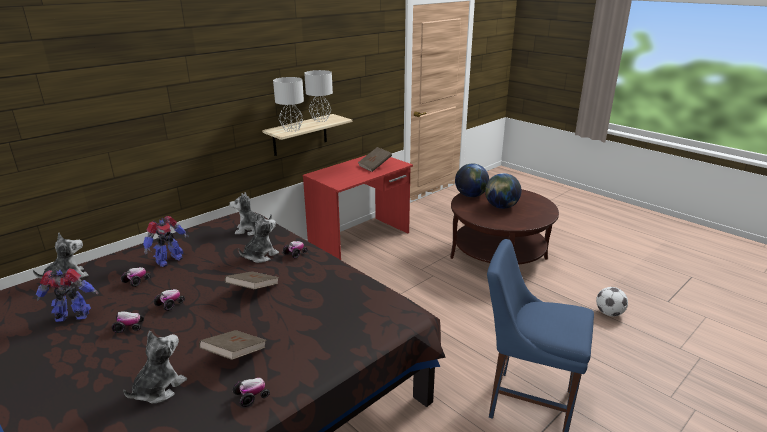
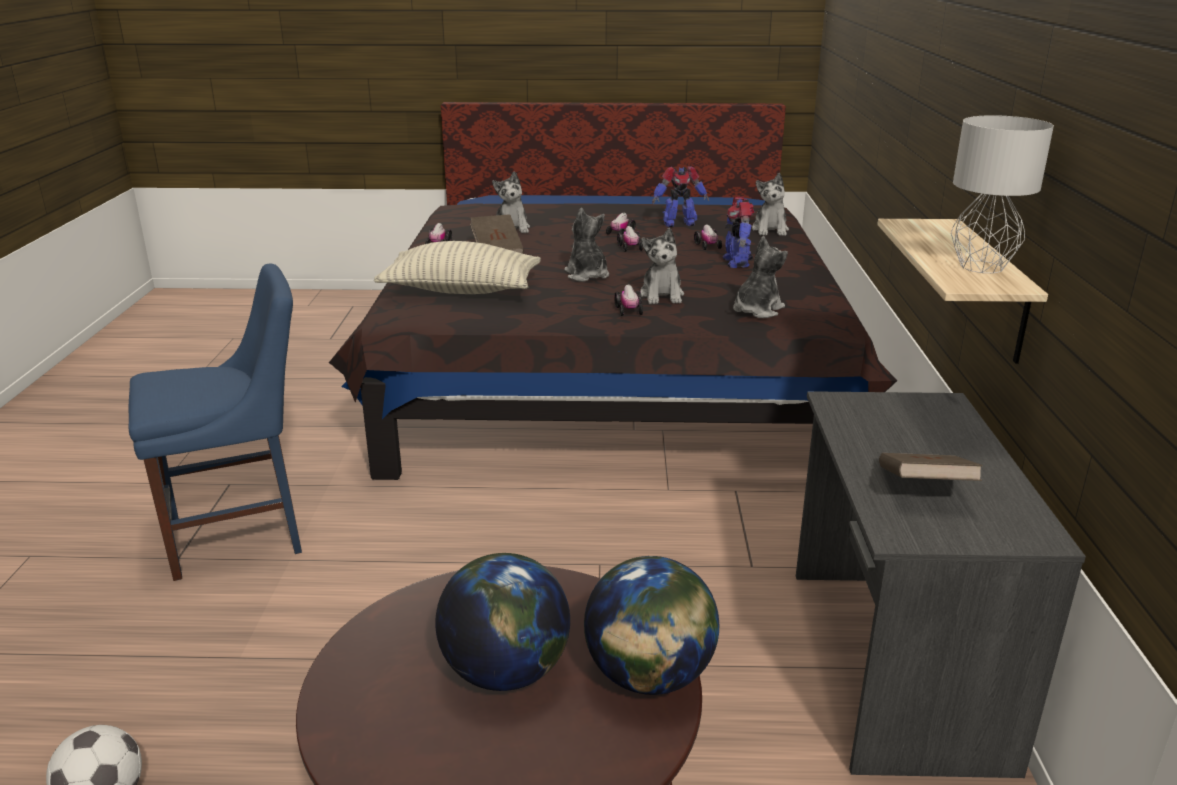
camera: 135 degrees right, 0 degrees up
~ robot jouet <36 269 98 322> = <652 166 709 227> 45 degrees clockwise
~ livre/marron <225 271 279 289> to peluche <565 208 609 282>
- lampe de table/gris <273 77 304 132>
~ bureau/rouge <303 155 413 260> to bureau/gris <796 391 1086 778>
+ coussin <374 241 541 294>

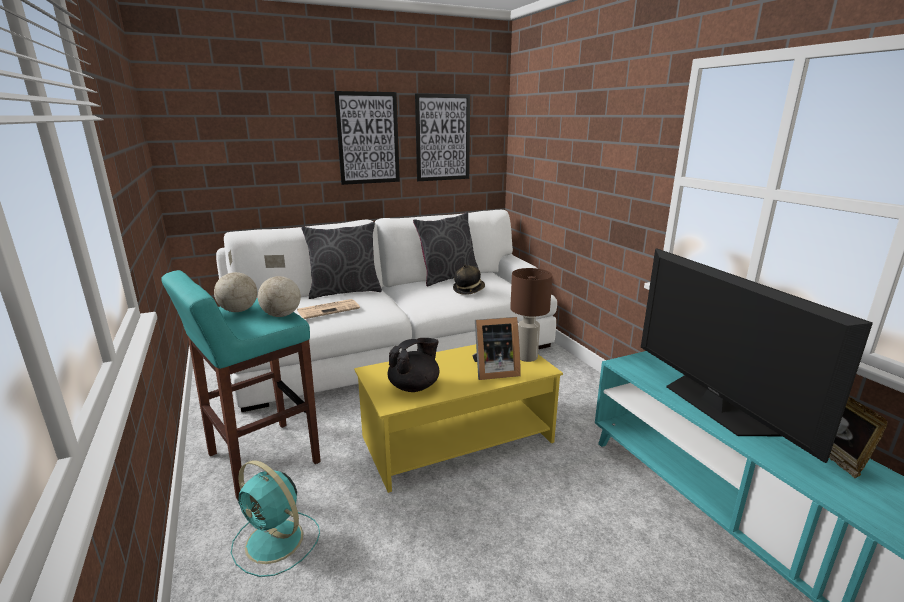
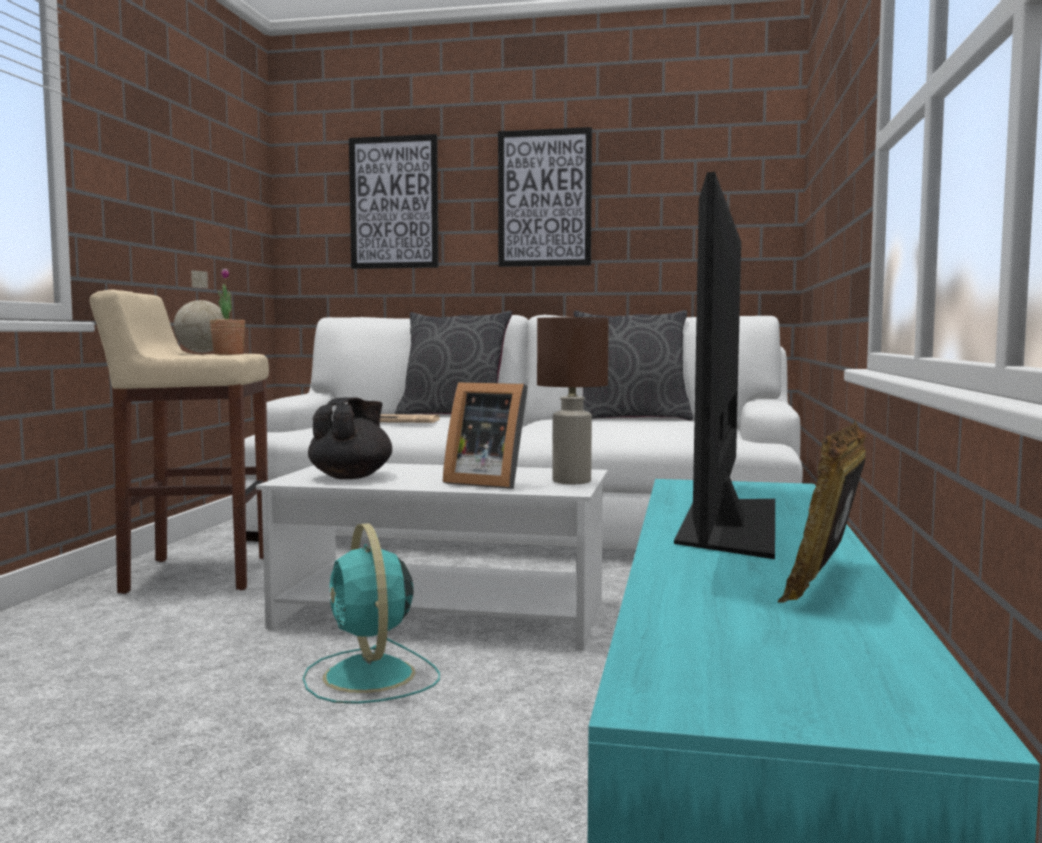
camera: 35 degrees right, 15 degrees down
~ tabouret/turquoise <161 270 321 500> to tabouret/beige <90 290 269 594>
~ ventilateur/turquoise <231 460 320 577> to <303 523 440 704>
~ globe <258 255 301 317> to plante en pot <210 268 245 355>
~ table basse/jaune <354 344 563 493> to table basse/blanc <256 463 608 651>
~ théière/noir <388 338 439 392> = <308 397 392 479> 60 degrees counterclockwise
~ tableau <415 93 470 181> to <349 134 439 269>
- chapeau <453 264 485 295>

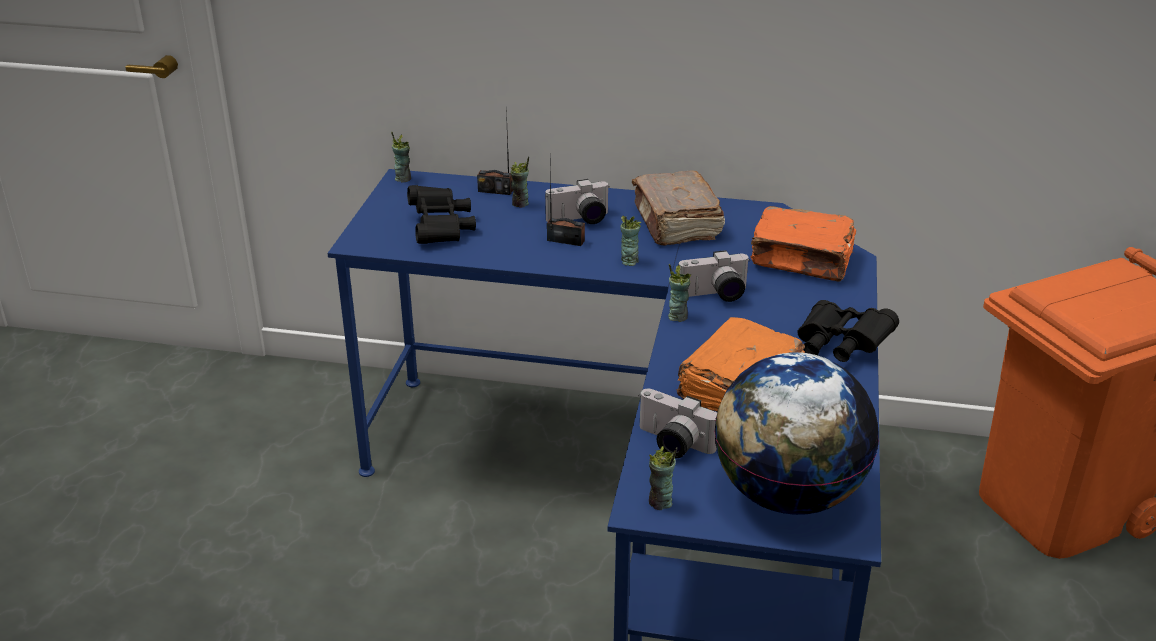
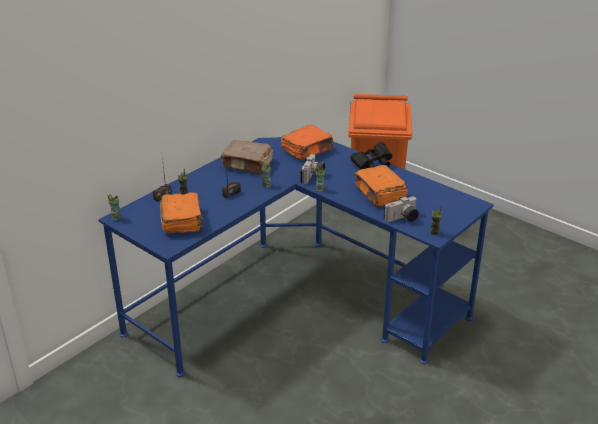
camera: 60 degrees left, 0 degrees up
~ jumelles/noir <407 185 476 244> to livre/orange <160 192 203 234>
- appareil photo <545 179 610 224>
- globe <714 352 879 515>

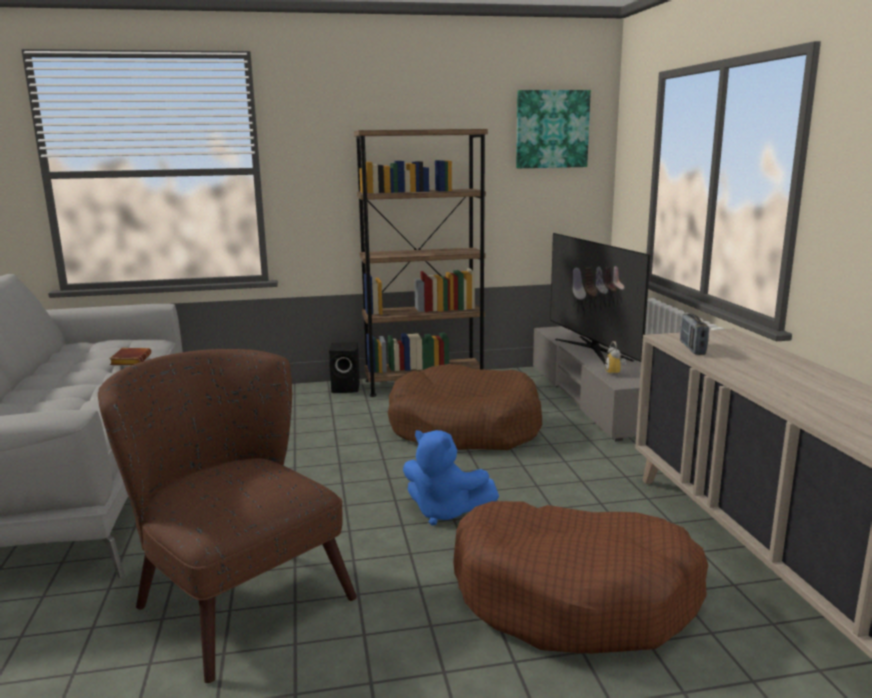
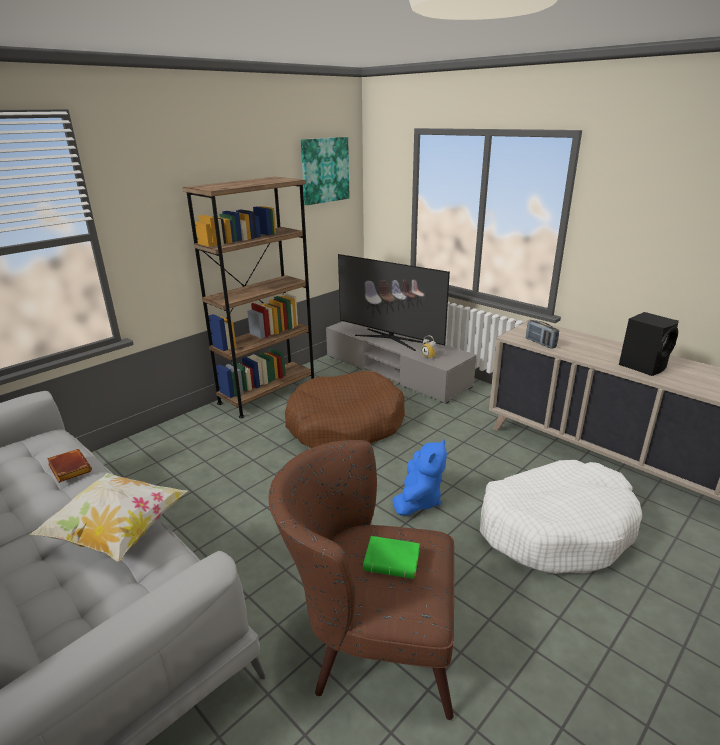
camera: 35 degrees left, 10 degrees up
~ enceinte/noir <329 342 360 393> to <619 312 679 376>
~ peluche/bleu <403 430 499 525> = <393 439 447 516> 60 degrees counterclockwise
~ panier pour chien/marron <453 501 708 654> to panier pour chien/blanc <480 460 642 574>
+ coussin <29 473 188 561>
+ livre/vert <363 536 420 579>

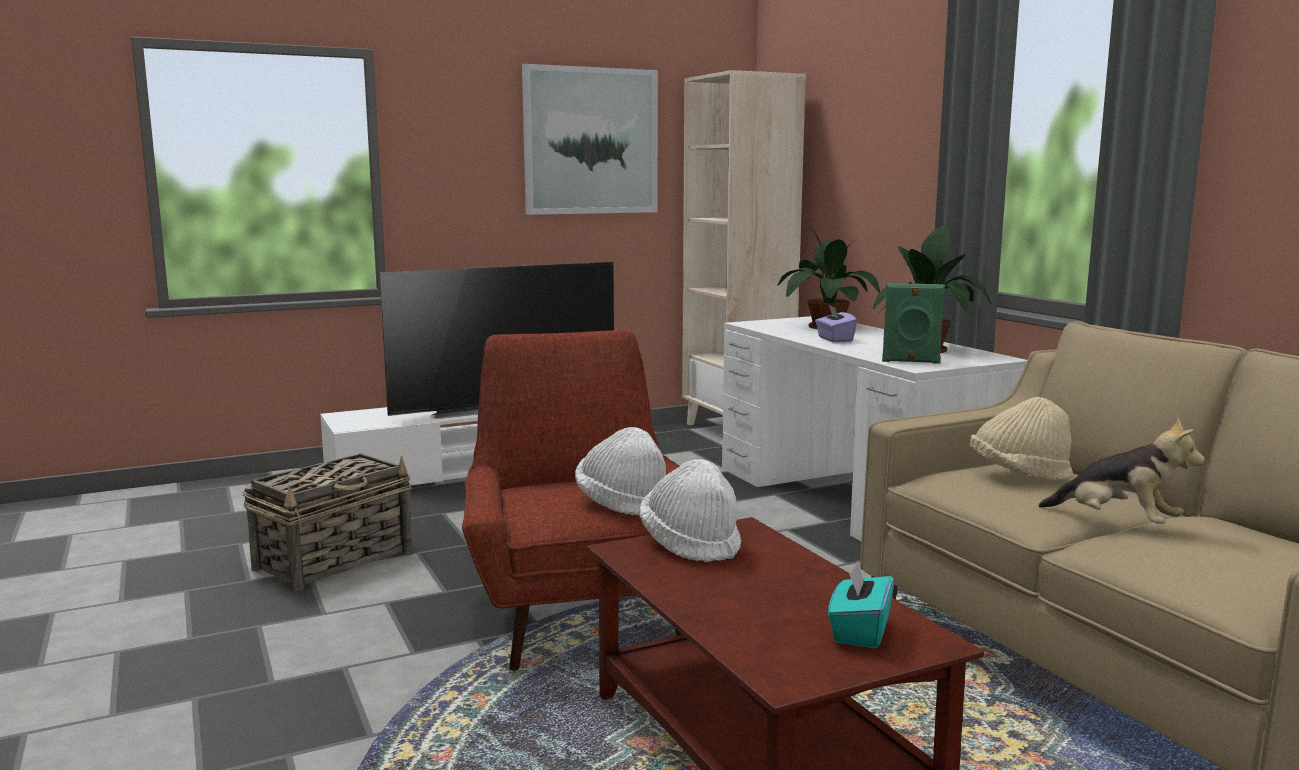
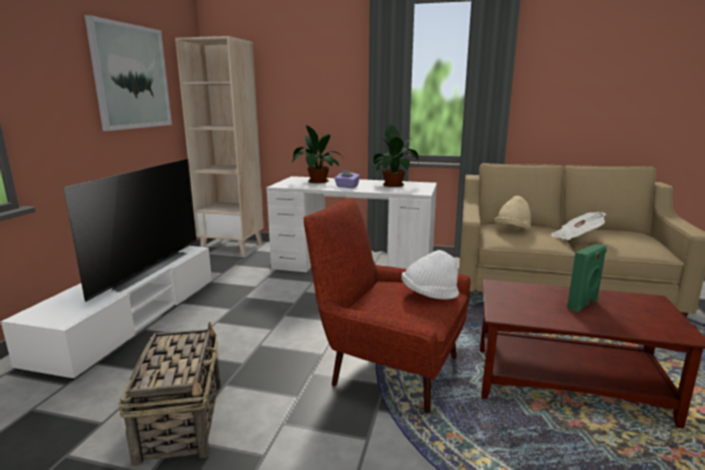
camera: 50 degrees left, 5 degrees up
- chapeau/blanc <639 459 741 562>
- boîte à mouchoirs/turquoise <828 562 894 649>
~ enceinte/vert <882 283 945 364> to <567 244 607 312>
~ peluche <1038 418 1205 524> to journal <551 212 606 240>

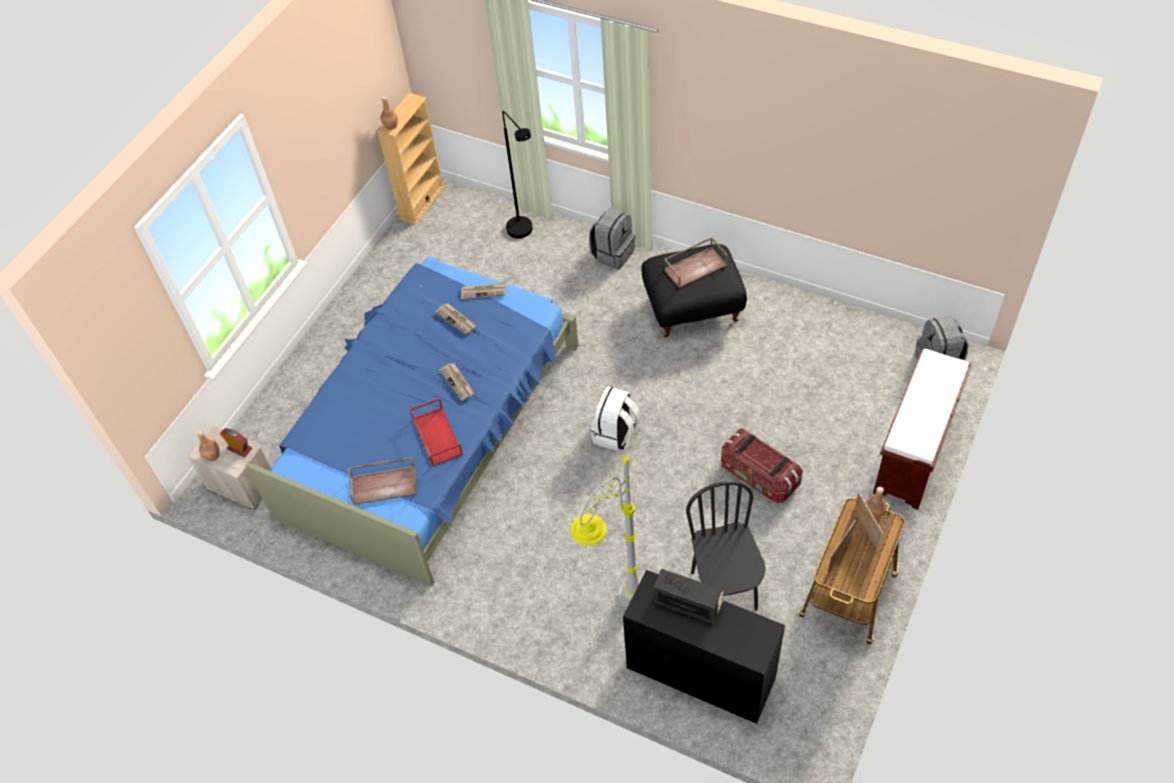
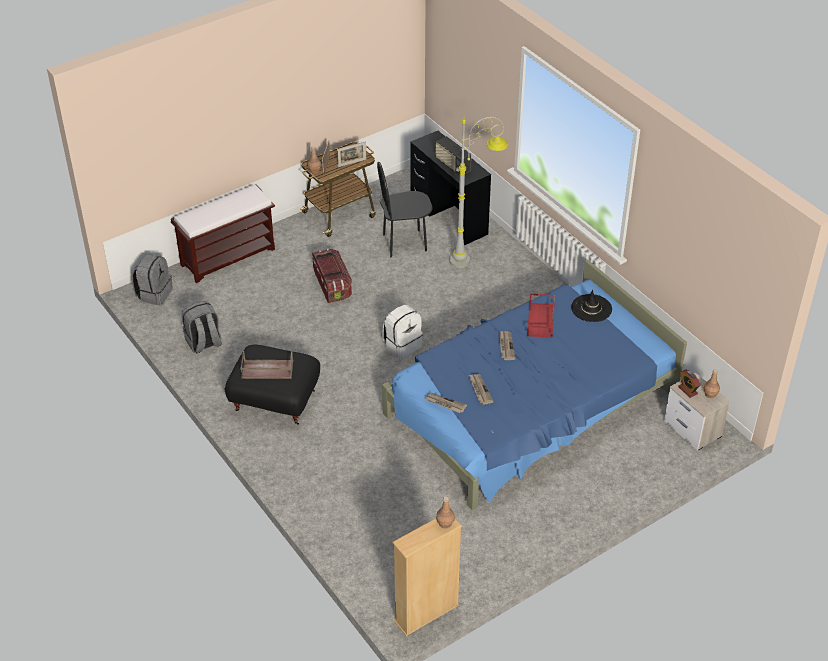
camera: 155 degrees left, 10 degrees down
~ plateau/marron <348 457 418 505> to chapeau/noir <571 290 612 322>
- lampadaire/noir <502 111 533 238>
~ sac à dos/gris <589 208 635 270> to <182 301 222 353>
~ chaise/noir <686 481 765 611> = <377 162 433 257> 60 degrees clockwise

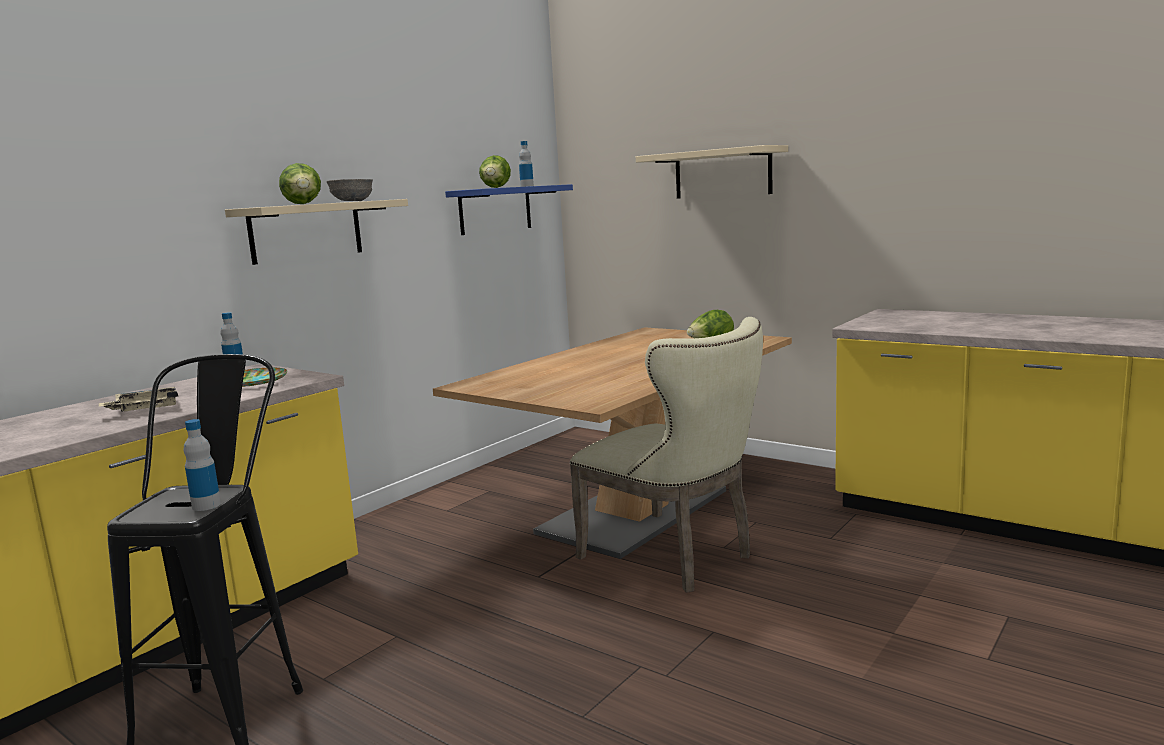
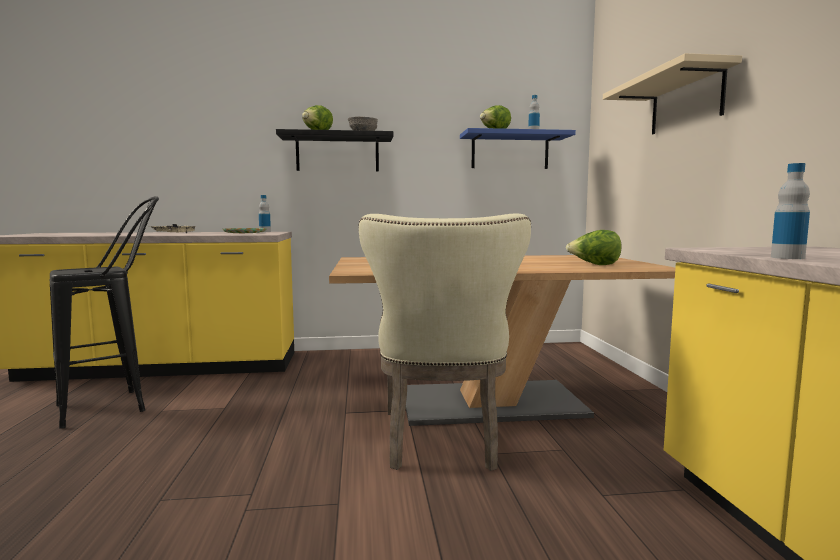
camera: 45 degrees right, 5 degrees down
~ bouteille <184 419 221 511> to <771 163 810 259>
~ étagère/beige <225 199 408 265> to étagère/noir <276 129 394 171>

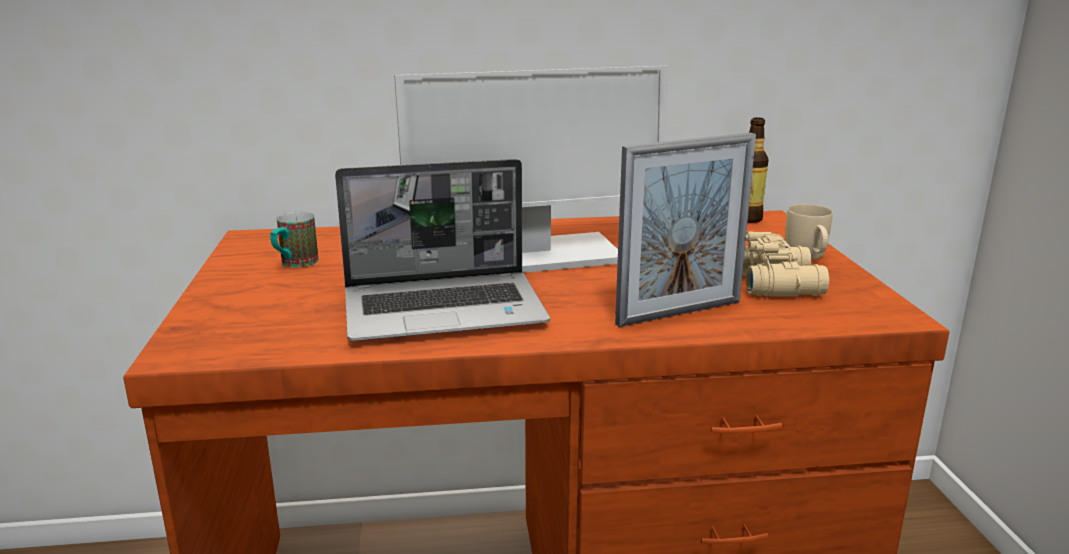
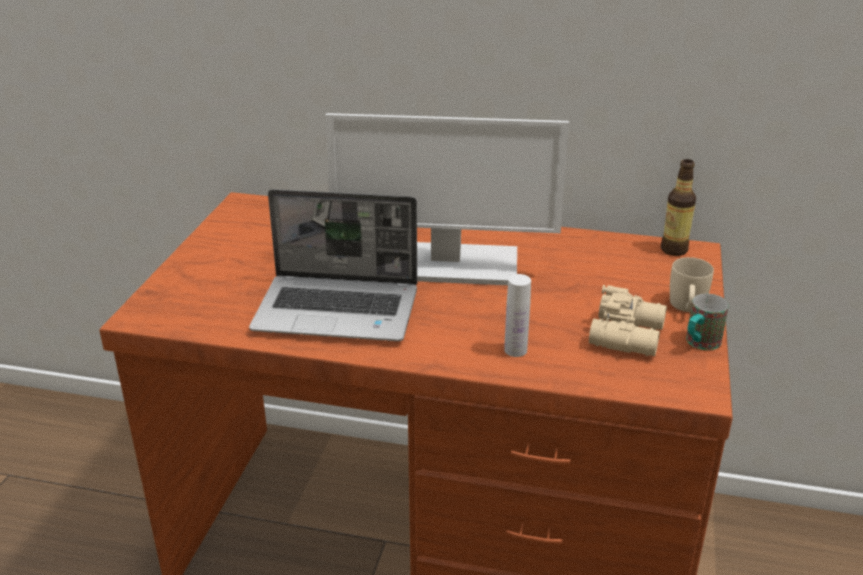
camera: 20 degrees right, 10 degrees up
~ mug <270 212 319 267> to <686 294 729 350>
~ cadre photo <615 133 756 327> to bouteille/blanc <504 274 531 357>

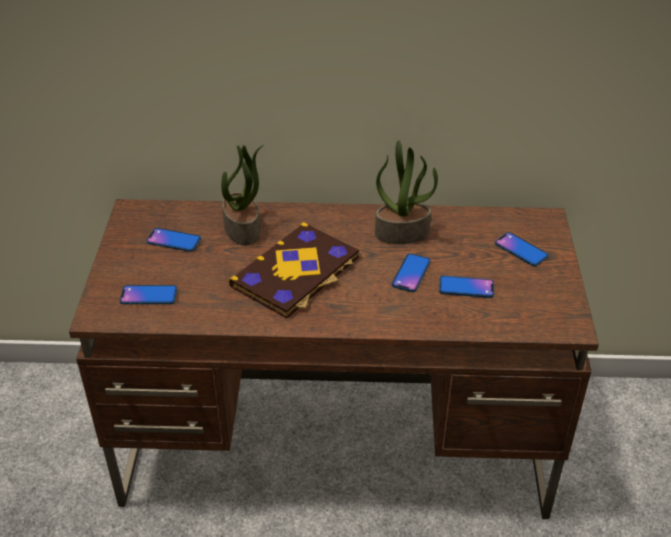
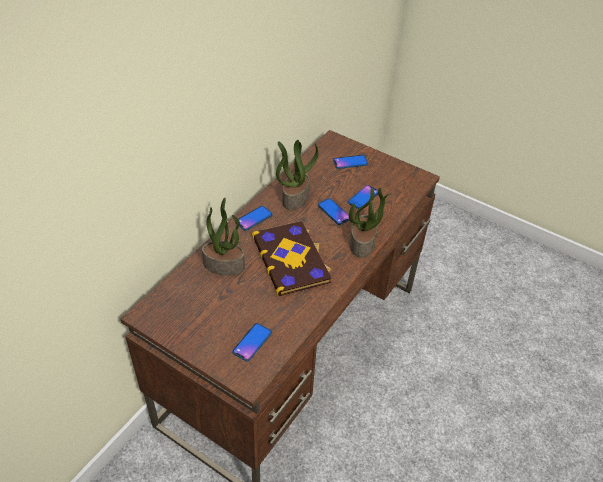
camera: 60 degrees left, 5 degrees up
~ téléphone <146 228 201 252> to <235 206 273 231>
+ plante en pot <349 188 393 258>

